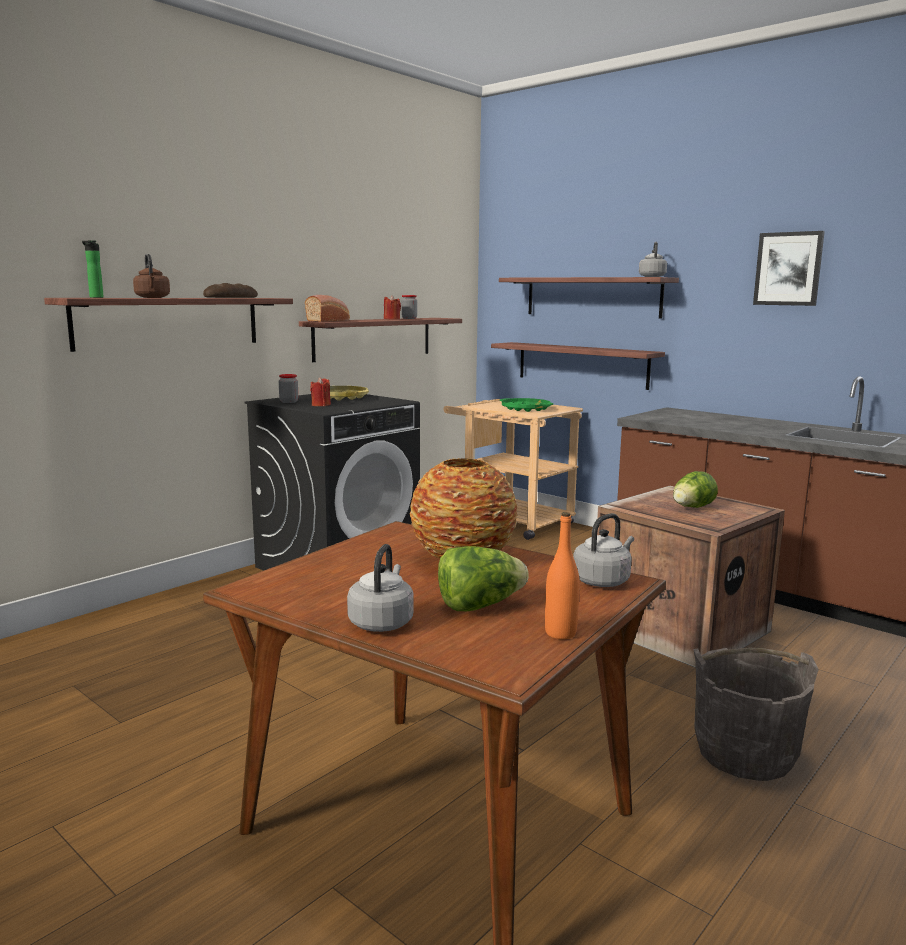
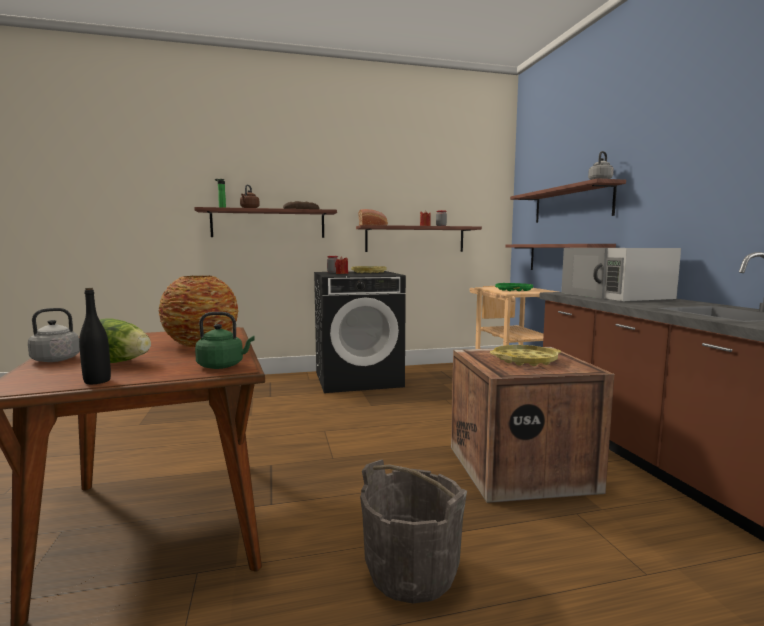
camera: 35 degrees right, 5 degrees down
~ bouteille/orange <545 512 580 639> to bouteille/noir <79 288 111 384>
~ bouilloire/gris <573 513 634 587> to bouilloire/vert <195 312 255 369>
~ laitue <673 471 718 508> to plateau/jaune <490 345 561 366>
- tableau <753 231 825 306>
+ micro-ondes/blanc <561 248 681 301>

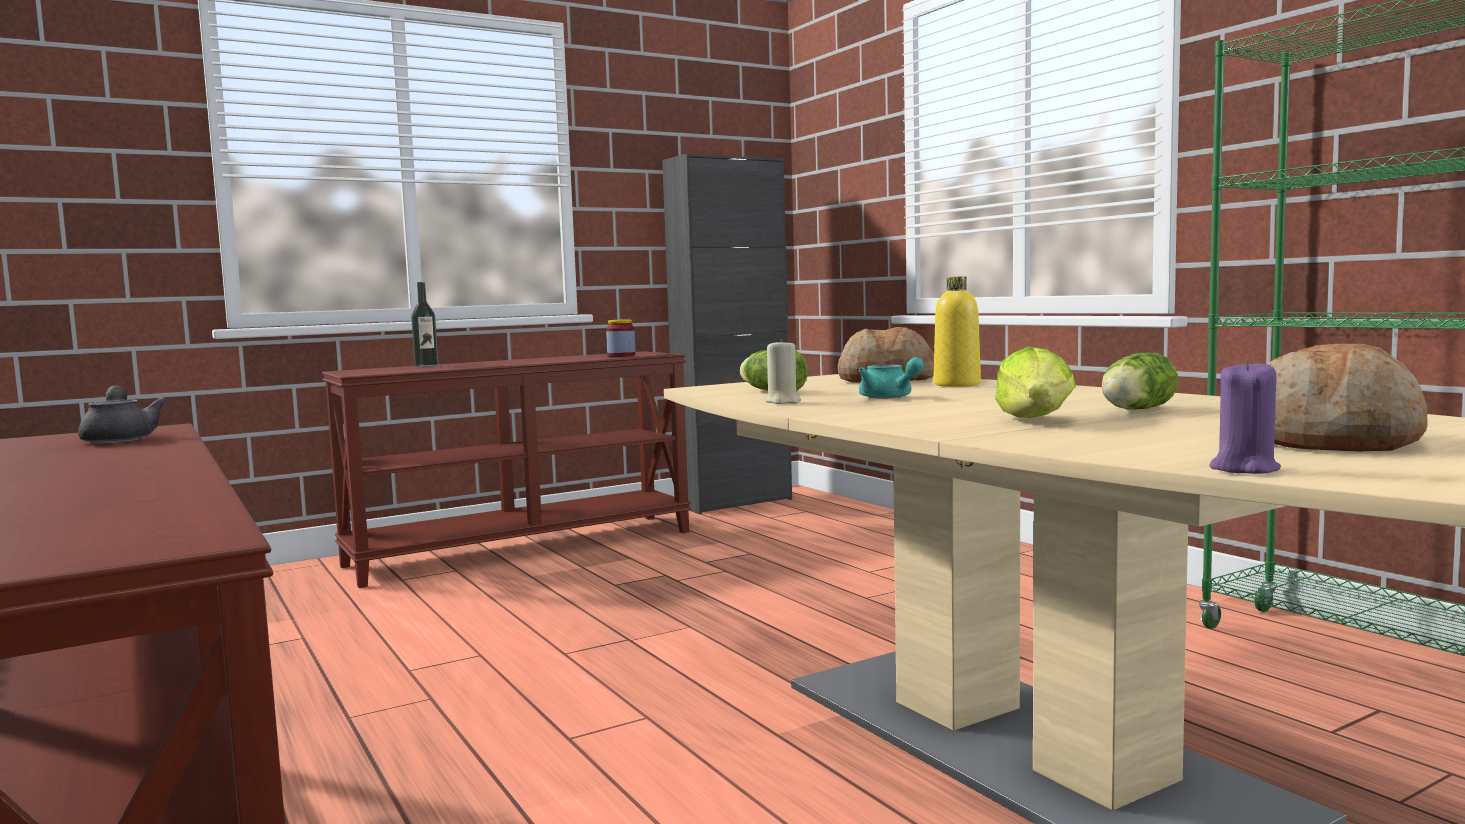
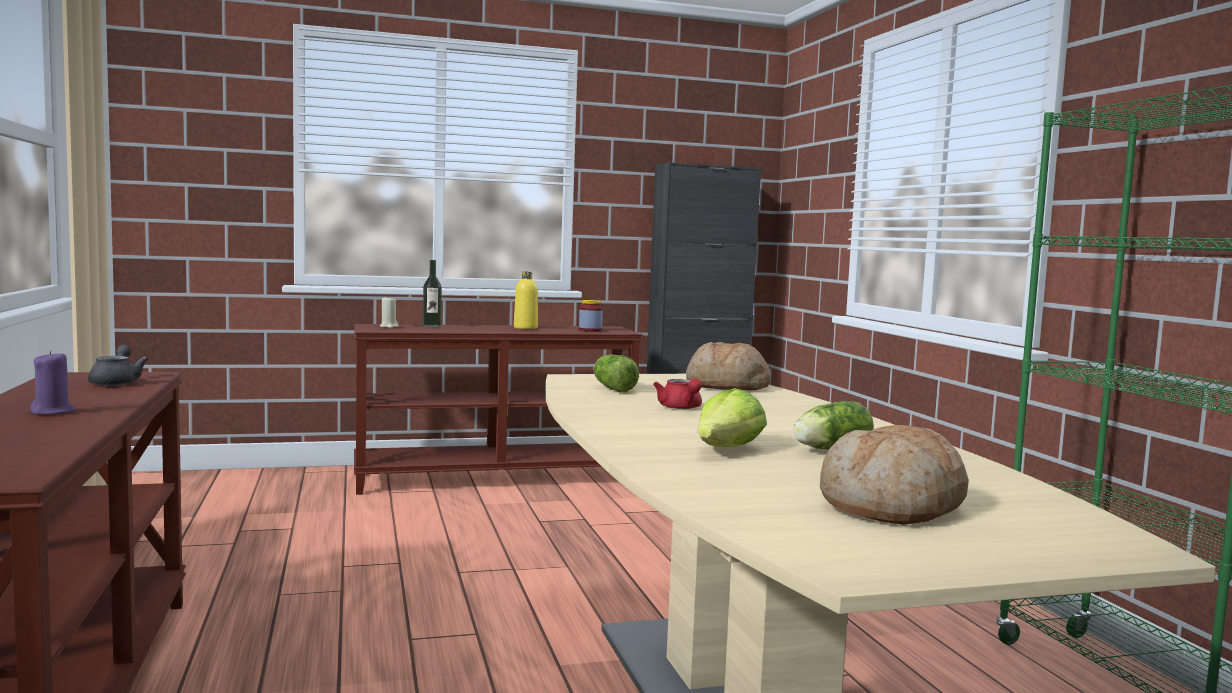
camera: 15 degrees right, 0 degrees up
~ bougie/beige <765 338 801 404> to <380 296 398 328>
~ théière/turquoise <859 357 924 399> to théière/rouge <653 379 702 409>
~ bouteille/jaune <934 276 981 387> to <514 271 538 329>
~ bougie/violet <1209 359 1281 474> to <31 351 75 415>

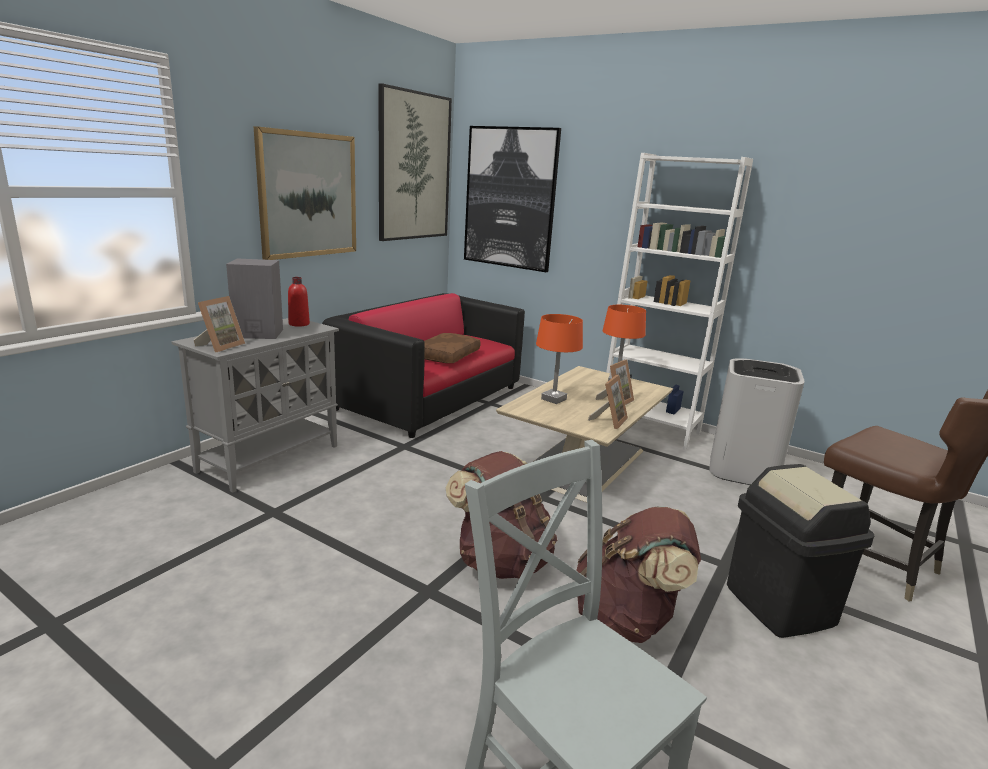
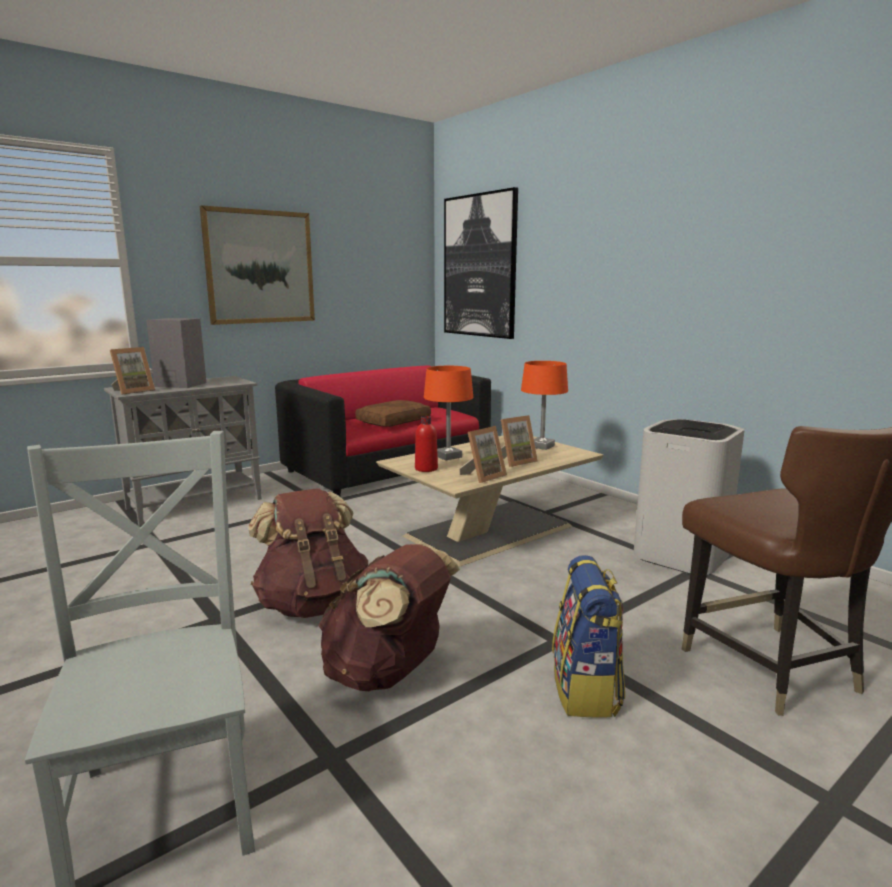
camera: 20 degrees right, 5 degrees down
~ bouteille/rouge <288 277 310 327> to <415 416 438 472>
- tableau <378 83 452 241>
- bibliothèque/blanc <607 153 753 450>
~ poubelle/noir <727 464 874 638> to sac à dos <552 555 625 718>

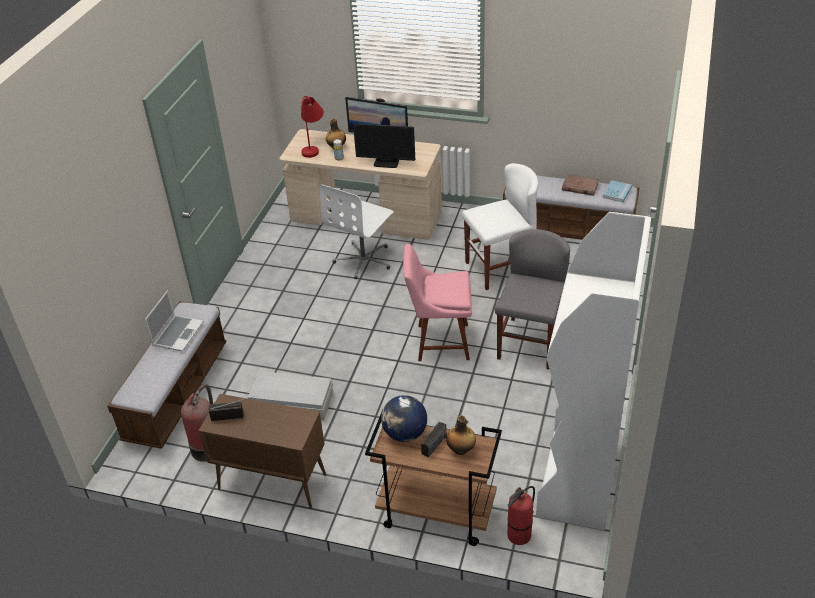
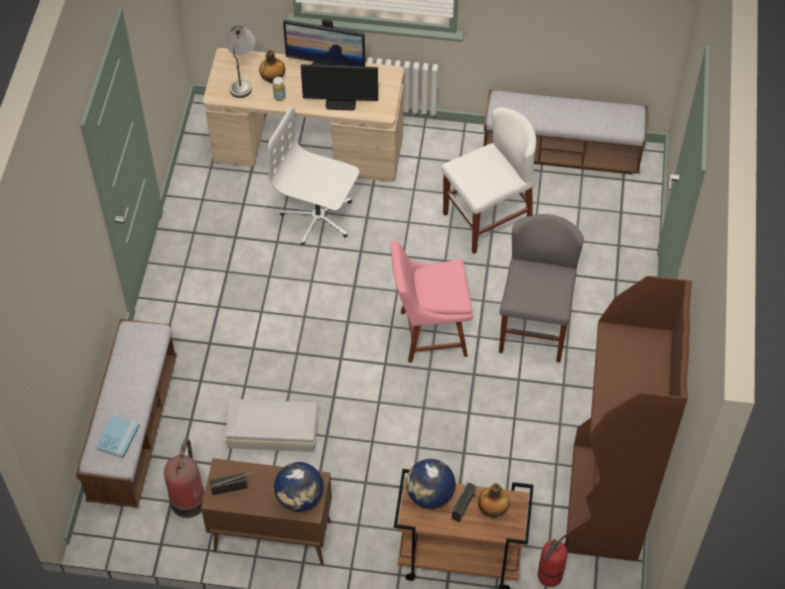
camera: 10 degrees left, 15 degrees up
- ordinateur portable <145 290 203 352>
~ lampe de table/rouge <301 96 324 158> to lampe de table/gris <226 25 255 98>
~ chaise de bureau/blanc <320 185 394 279> = <268 107 359 245> 90 degrees clockwise
~ bibliothèque/blanc <536 212 651 530> to bibliothèque/marron <566 275 692 561>
- livre/marron <562 174 599 196>
~ livre/bleu <603 180 632 202> to <96 415 140 458>
+ globe <274 462 324 512>

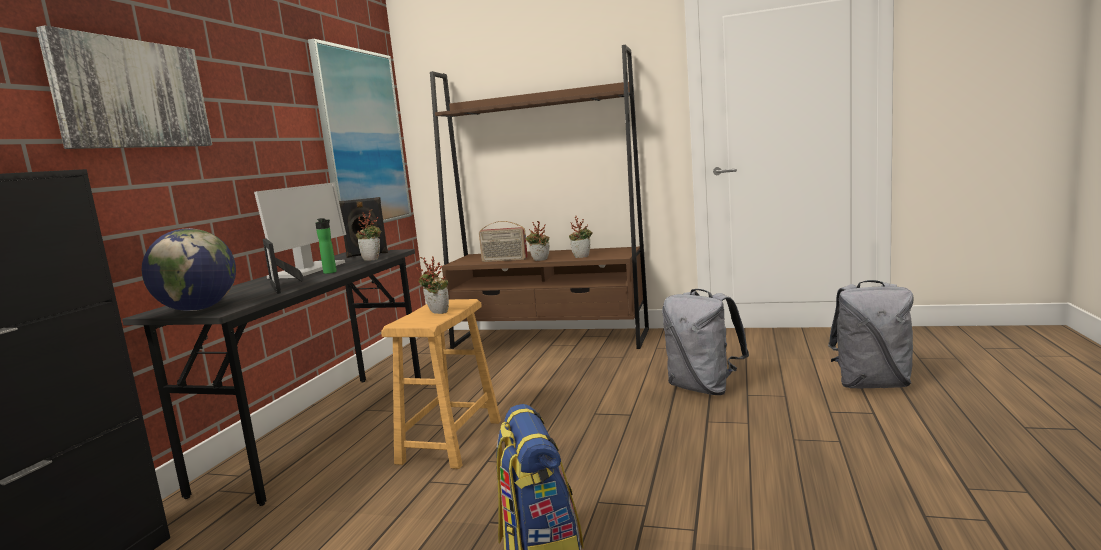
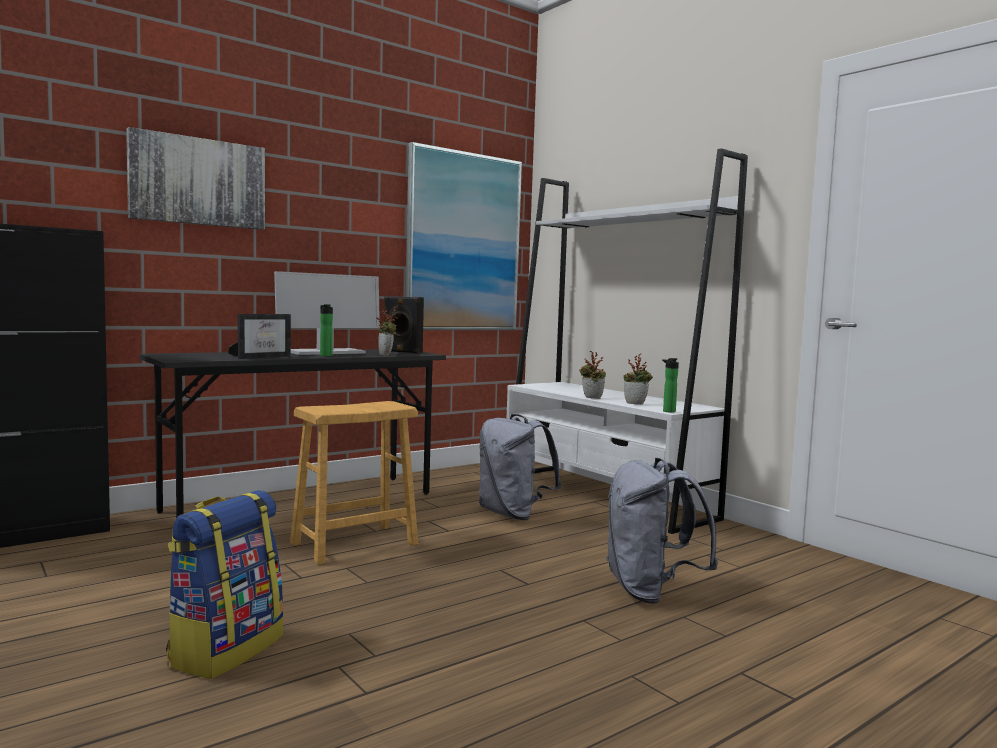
camera: 35 degrees right, 5 degrees down
- globe <141 228 236 311>
~ cadre photo <263 238 304 294> = <228 314 291 359> 150 degrees counterclockwise
- plante en pot <416 256 449 314>
~ bibliothèque/marron <430 45 649 349> to bibliothèque/blanc <507 148 748 534>
- radio <479 221 528 262>
~ sac à dos/gris <828 280 914 388> to <479 414 562 520>
+ bouteille <662 358 679 413>

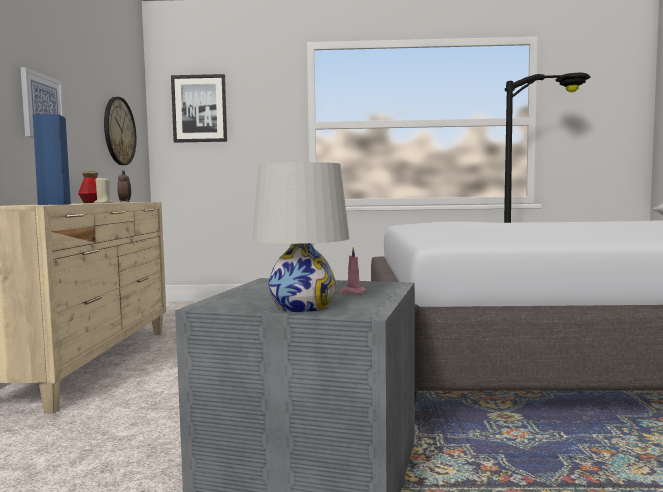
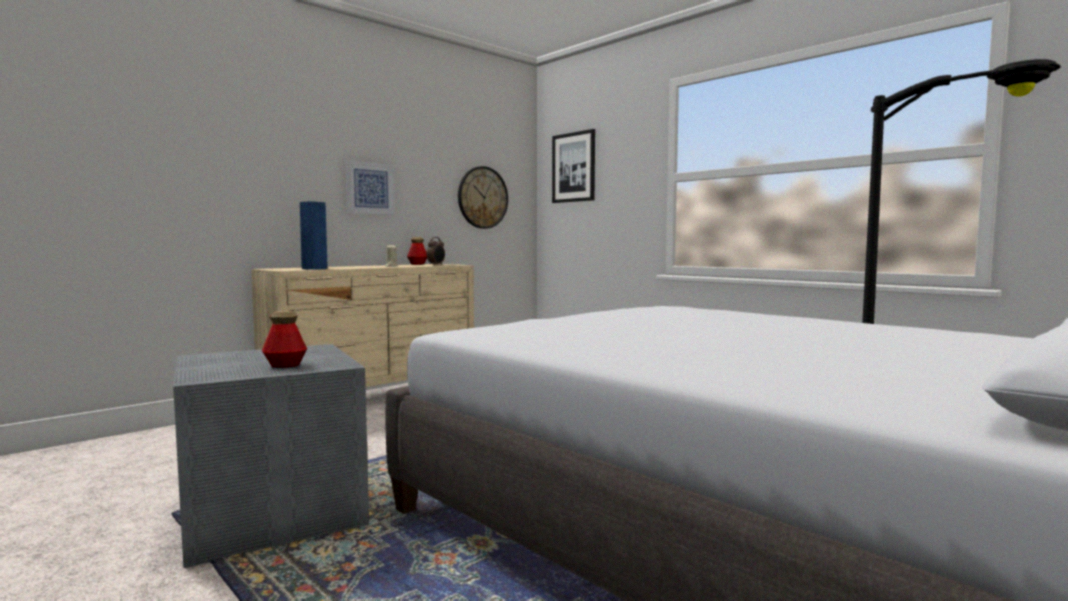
camera: 45 degrees right, 0 degrees up
- lampe de table/blanc <252 162 350 312>
~ bougie/rose <340 248 367 294> to bouteille <262 311 307 368>

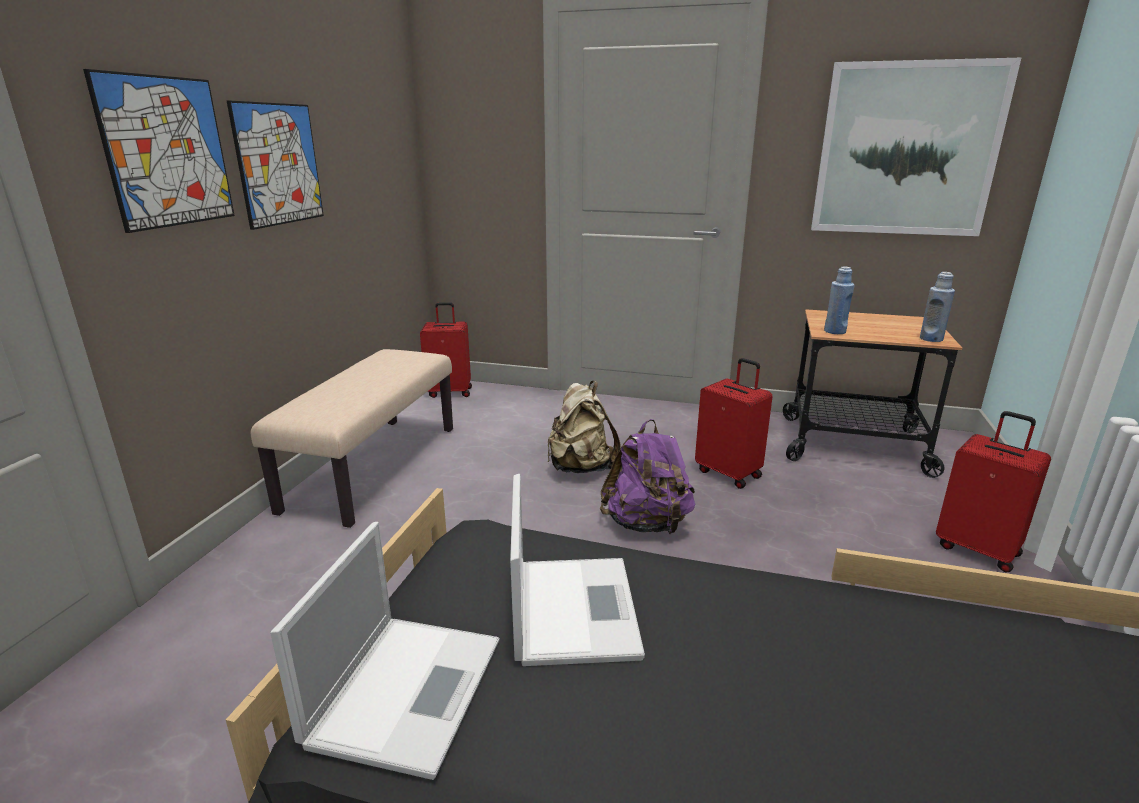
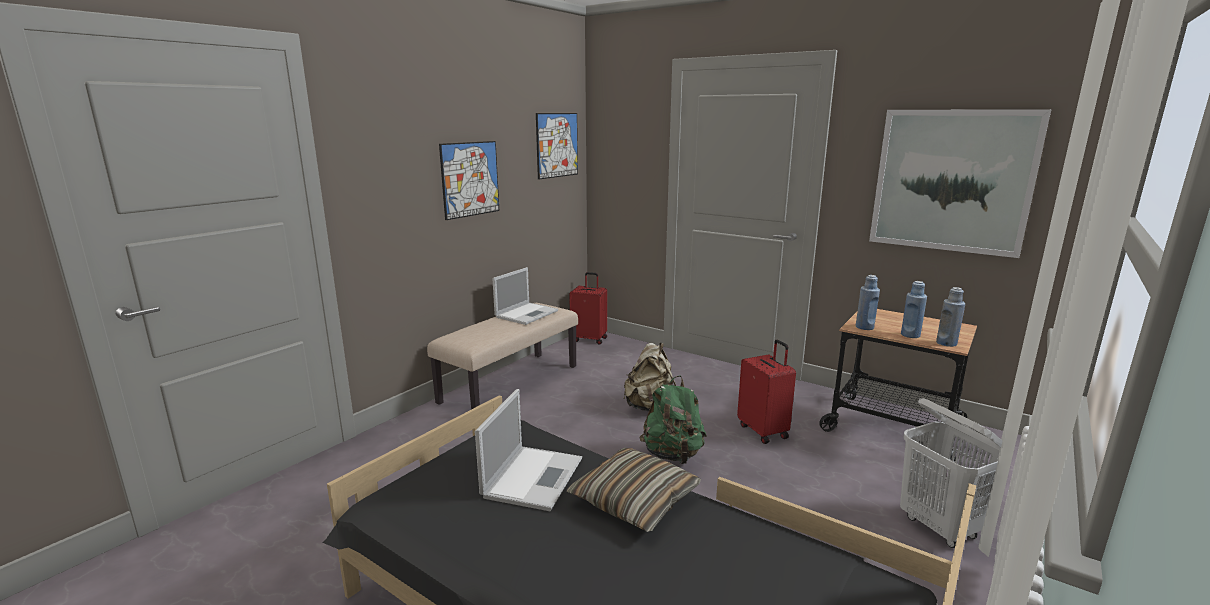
camera: 20 degrees right, 5 degrees down
~ tableau <83 69 235 233> to <536 113 578 179>
~ ordinateur portable <270 522 499 780> to <492 267 558 325>
~ sac à dos/violet <600 419 696 534> to sac à dos/vert <639 375 707 464>
~ valise/rouge <936 411 1051 572> to panier à linge/blanc <900 398 1002 548>
+ coussin <567 448 701 532>
+ bouteille/bleu <901 281 927 338>

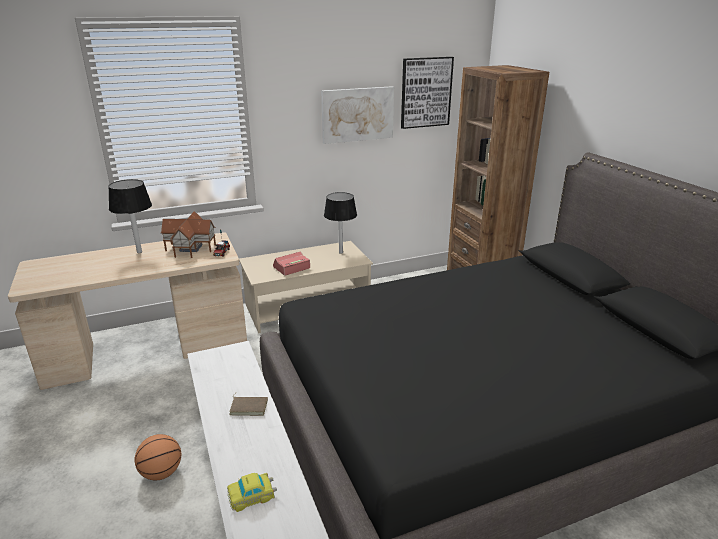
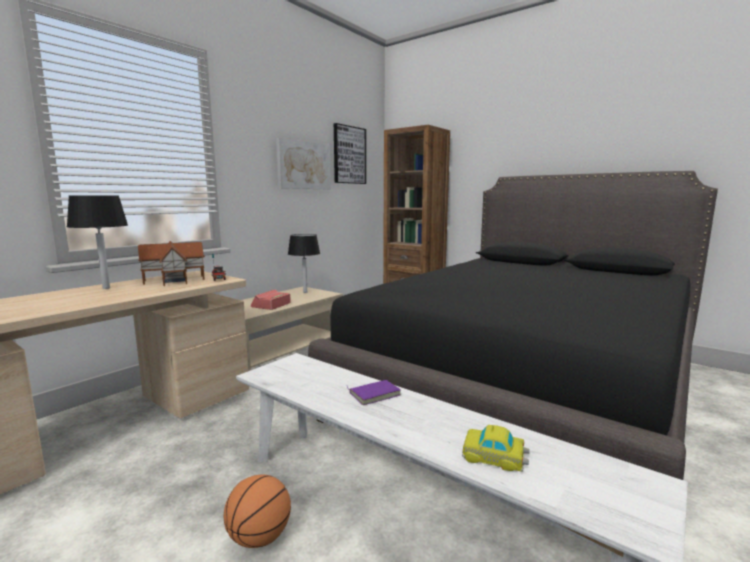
camera: 30 degrees left, 15 degrees down
~ petite voiture <227 473 277 512> = <462 425 530 472> 75 degrees clockwise
~ livre/marron <229 392 268 416> to livre/violet <346 380 401 405>

